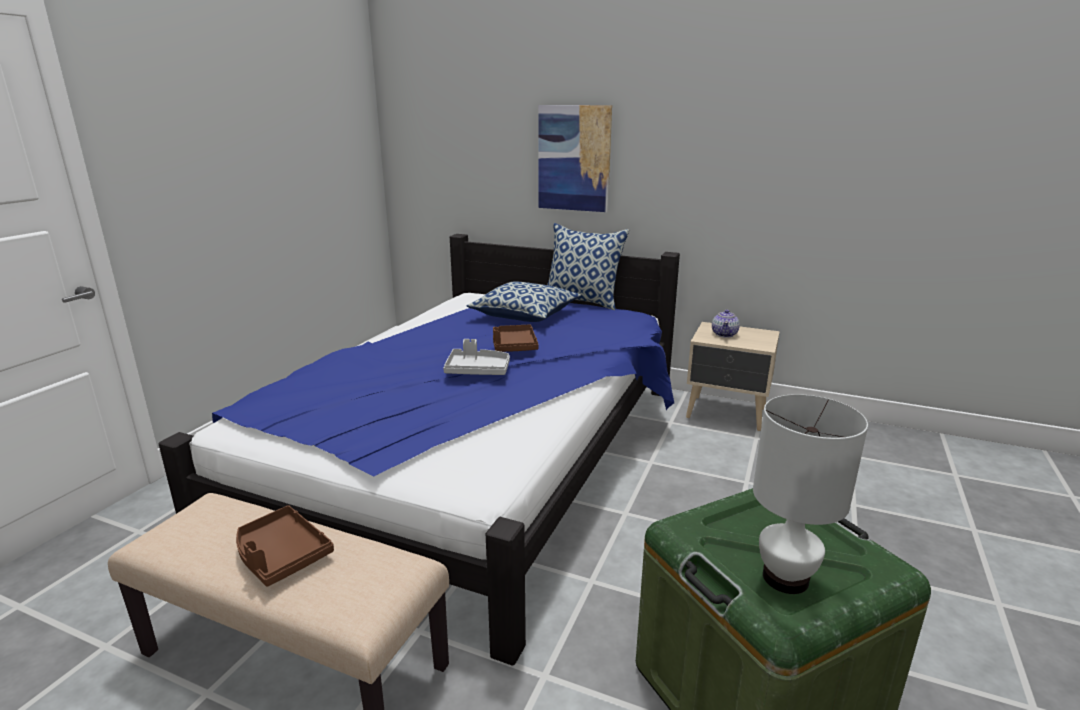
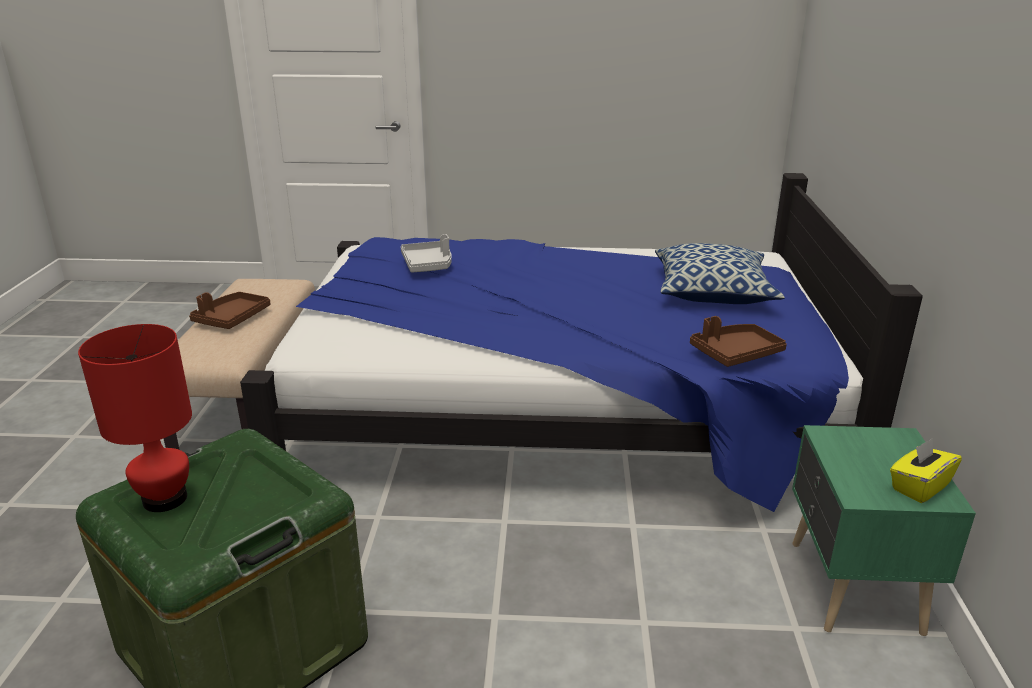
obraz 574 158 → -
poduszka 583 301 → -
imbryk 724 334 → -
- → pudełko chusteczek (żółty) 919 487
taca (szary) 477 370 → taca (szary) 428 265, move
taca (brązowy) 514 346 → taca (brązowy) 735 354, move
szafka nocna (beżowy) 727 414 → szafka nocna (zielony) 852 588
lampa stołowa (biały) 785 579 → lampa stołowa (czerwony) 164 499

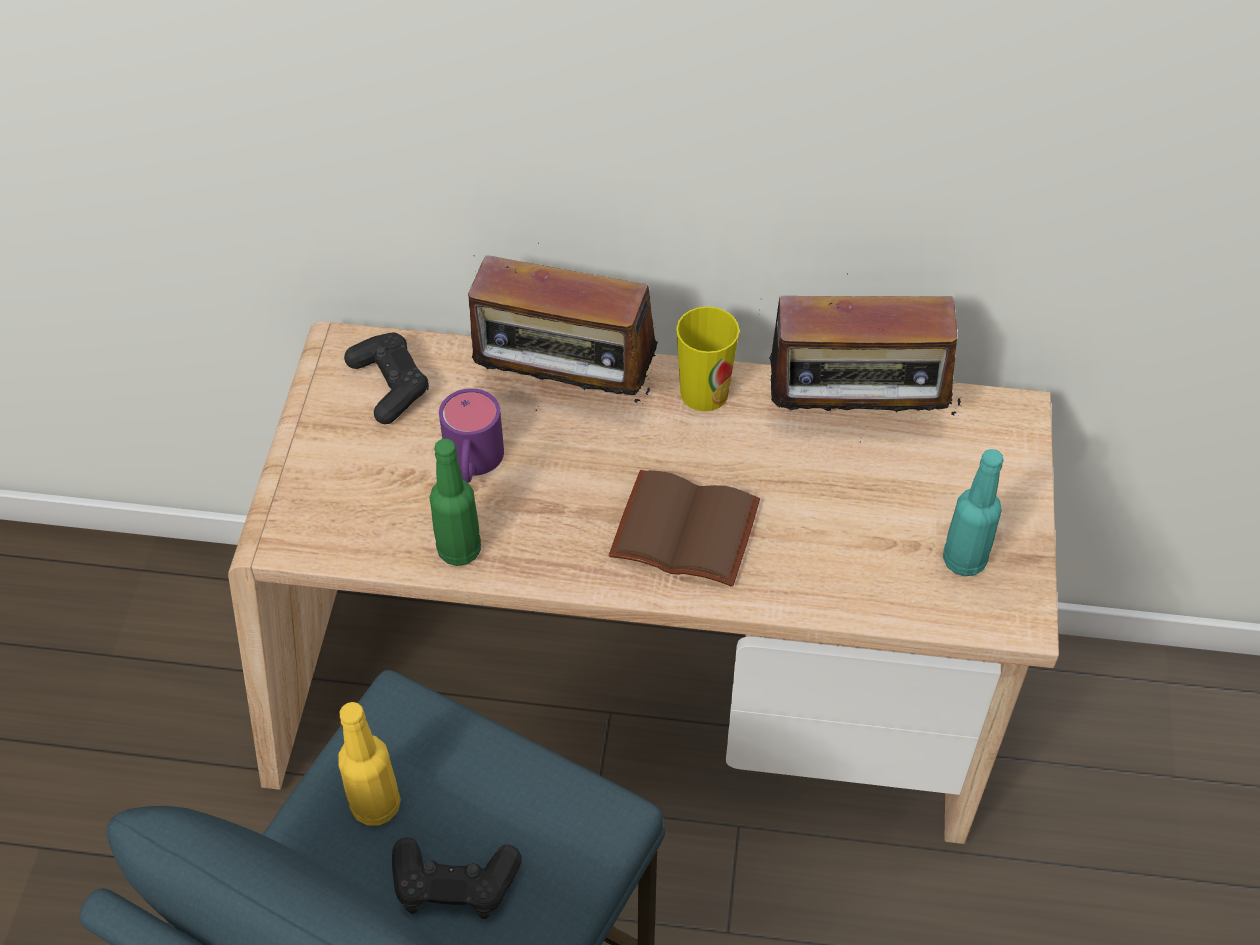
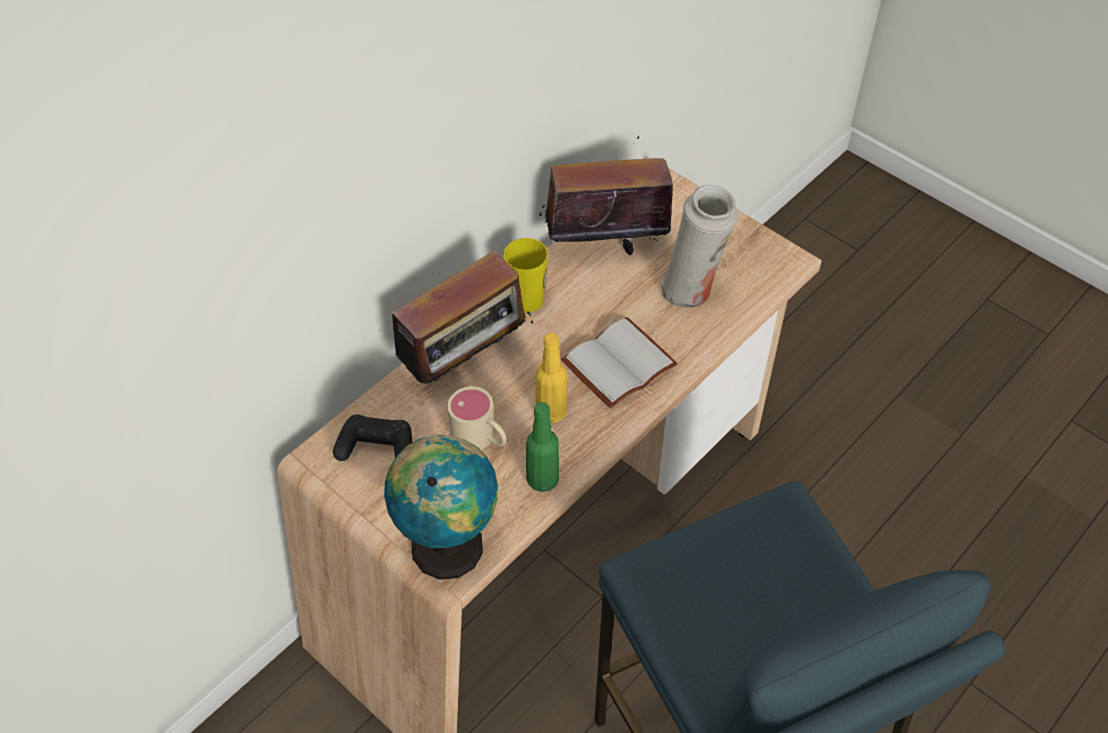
pad do gier (czarny) 454 884 → -
butelka (turkusowy) 964 560 → -
- → globus 447 542
- → wazon (biały) 692 291
butelka (żółty) 376 806 → butelka (żółty) 551 412, move
kubek (fioletowy) 472 464 → kubek (beżowy) 481 438
książka (brązowy) 688 528 → książka (biały) 618 361
radio 855 418 → radio 605 246, 135 degrees counterclockwise

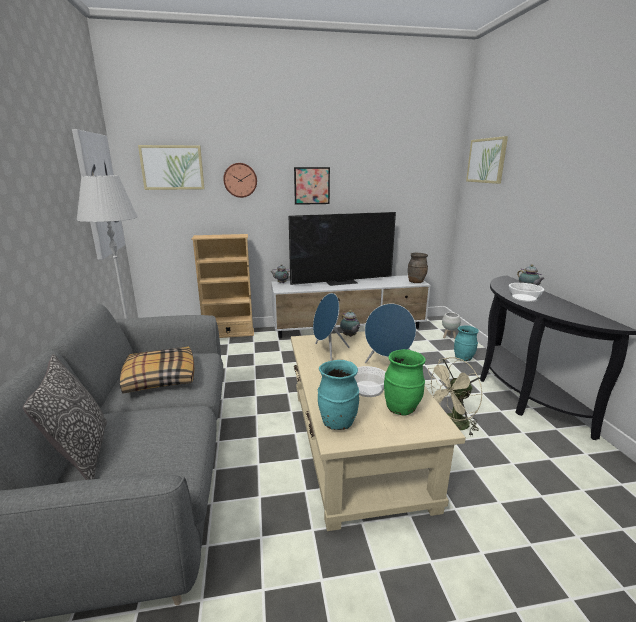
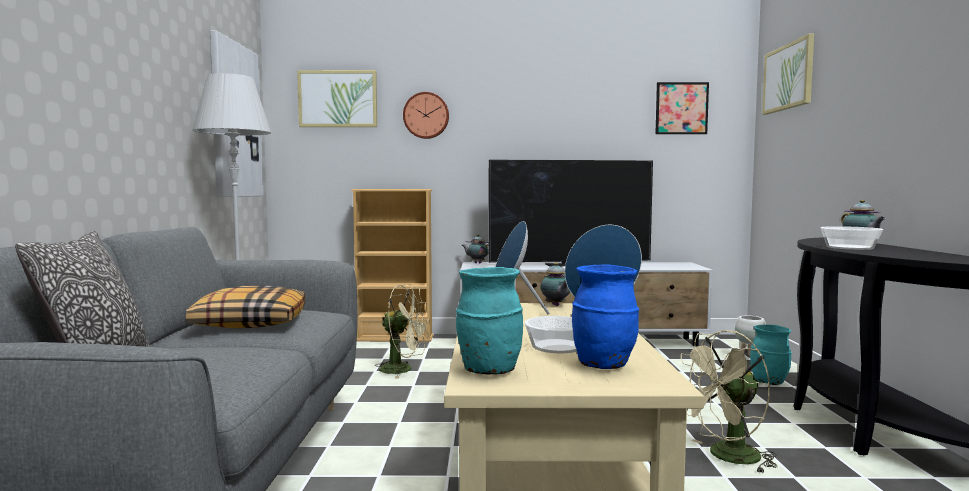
wazon (brązowy) 416 282 → -
- → wentylator (beżowy) 403 370
obraz 312 185 → obraz 681 108, move
wazon (zielony) 401 408 → wazon (niebieski) 604 365

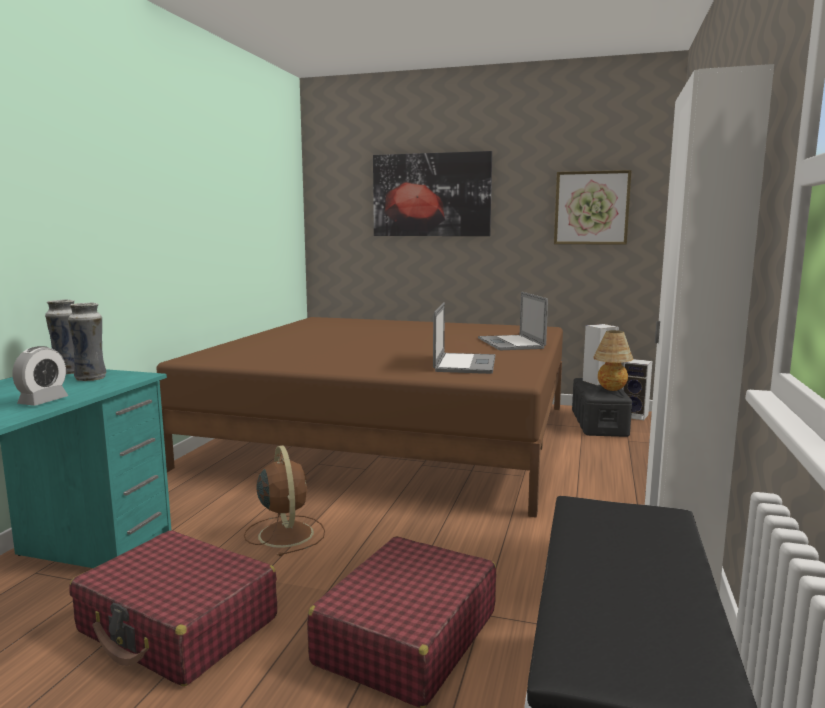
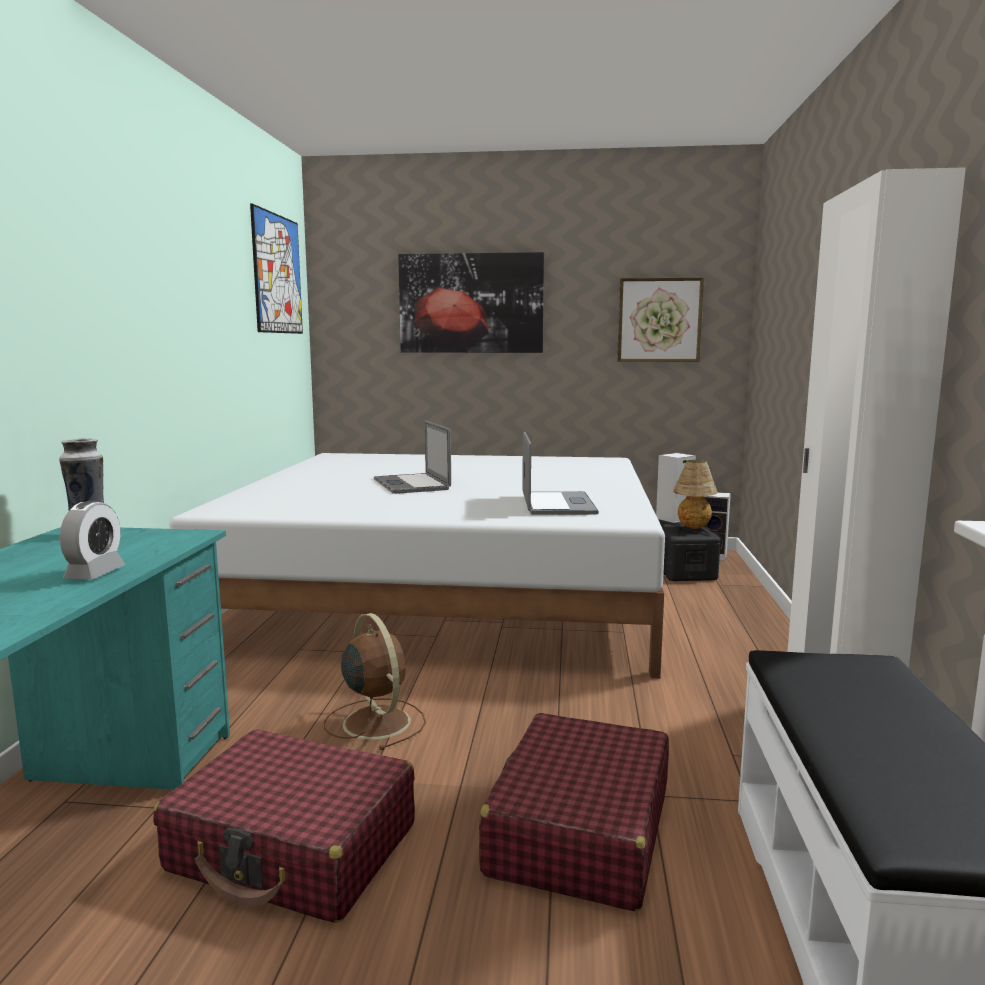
wazon 91 378 → -
- → obraz 277 274
laptop 510 343 → laptop 411 484, move
łóżko (brązowy) 391 434 → łóżko (biały) 448 592

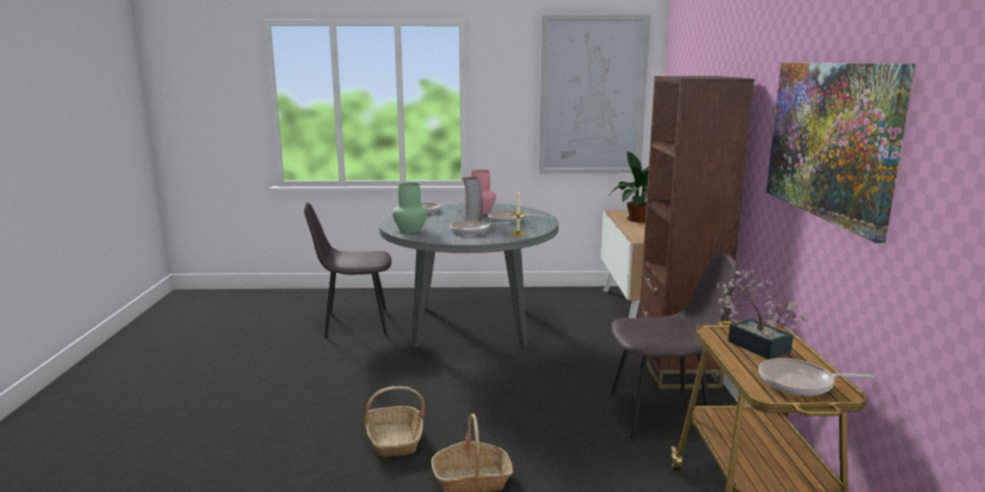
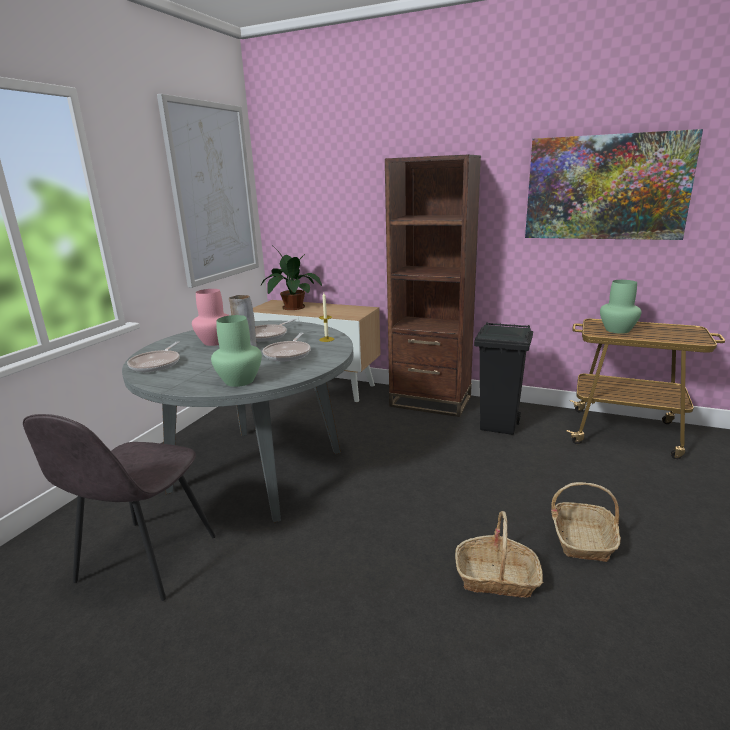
patelnia 800 383 → -
krzesło (szary) 662 414 → kosz na śmieci (czarny) 499 426
roślina doniczkowa 753 344 → wazon (zielony) 617 330

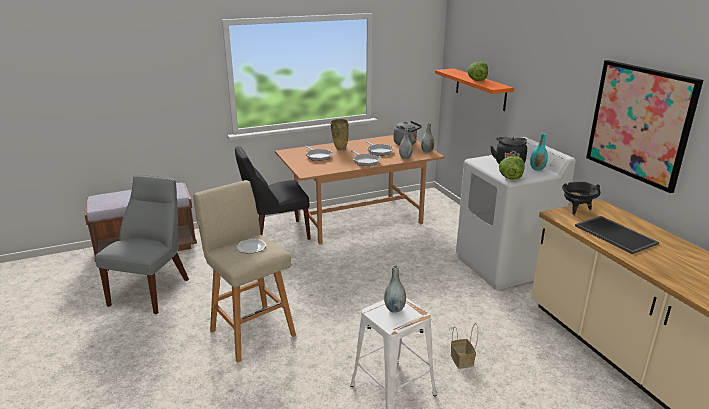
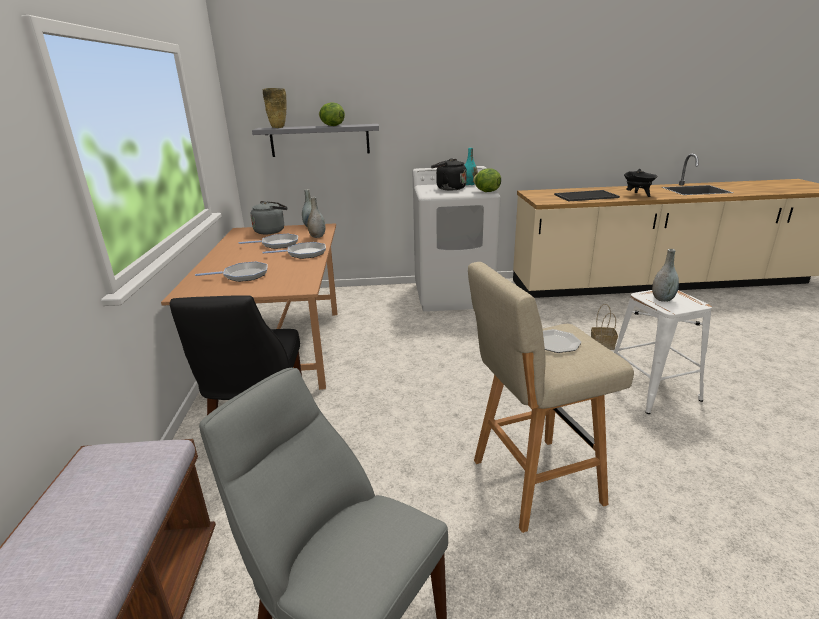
obraz 639 123 → -
wazon (beżowy) 339 148 → wazon (beżowy) 278 127, move
garnek (czarny) 576 209 → garnek (czarny) 637 195, move
półka (pomarańczowy) 480 89 → półka (szary) 320 140

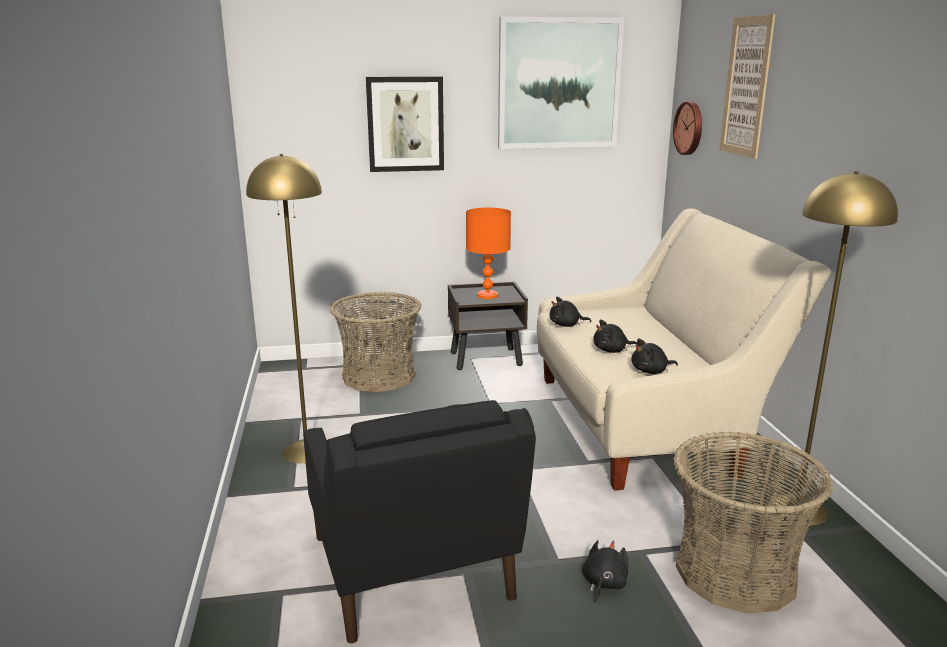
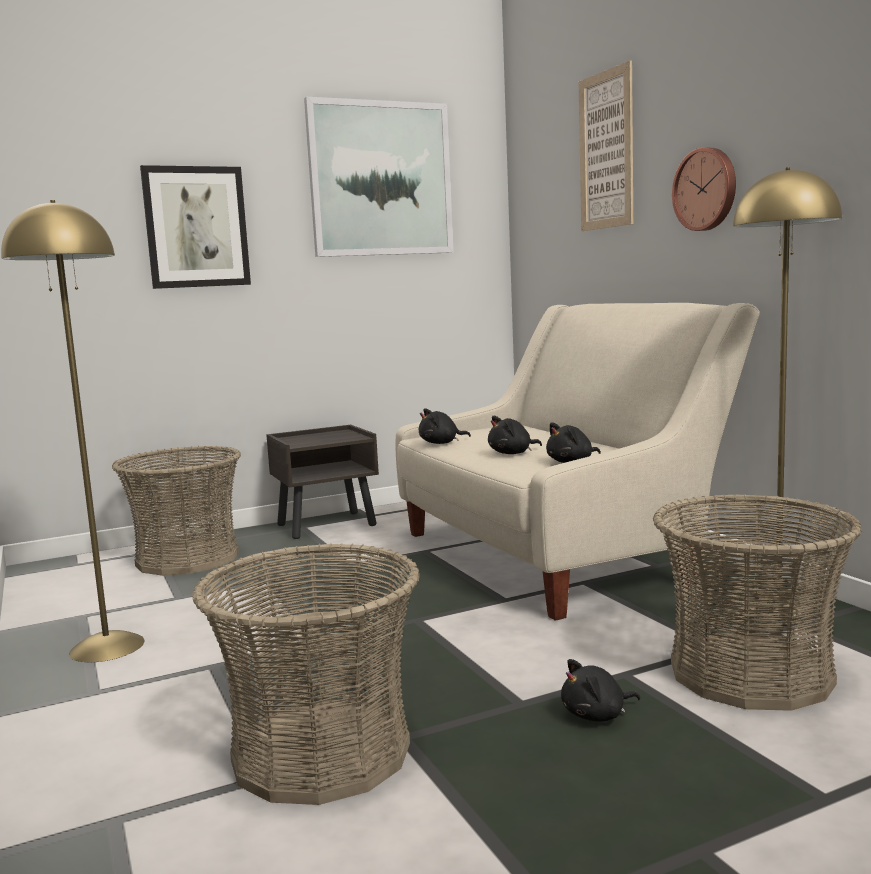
lampa stołowa (pomarańczowy) 488 295 → -
zegar ścienny 690 128 → zegar ścienny 706 189, move
fotel (czarny) 411 571 → koszyk 321 752
pluszak (czarny) 603 584 → pluszak (czarny) 597 715, 120 degrees counterclockwise

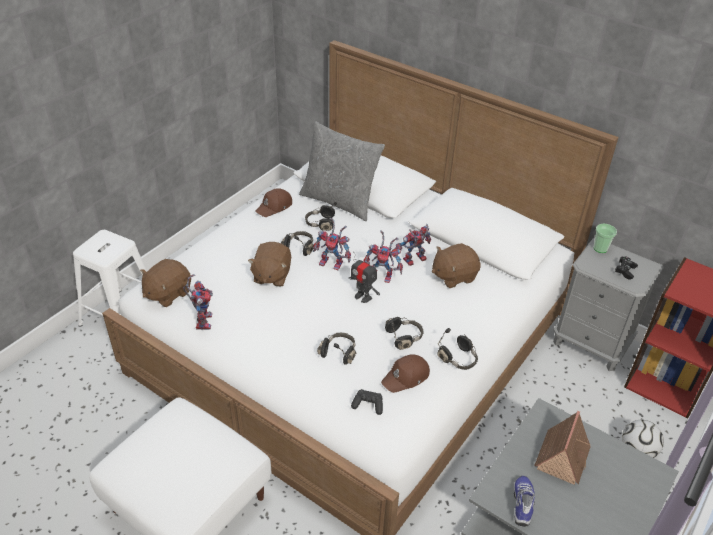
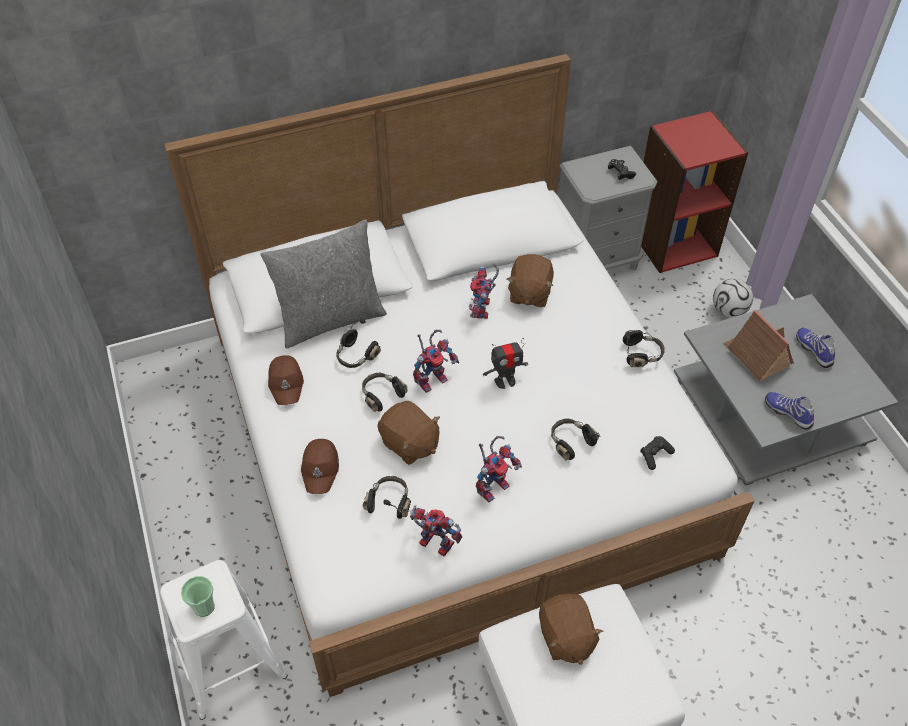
- → but 814 350
pluszak (brązowy) 167 293 → pluszak (brązowy) 565 637, move
robot zabawkowy 383 276 → robot zabawkowy 493 485, move
czapka z daszkiem (brązowy) 406 377 → czapka z daszkiem (brązowy) 321 468, move
słuchawki (czarny) 404 337 → słuchawki (czarny) 389 502, move
filiżanka 600 248 → filiżanka 204 607, move

